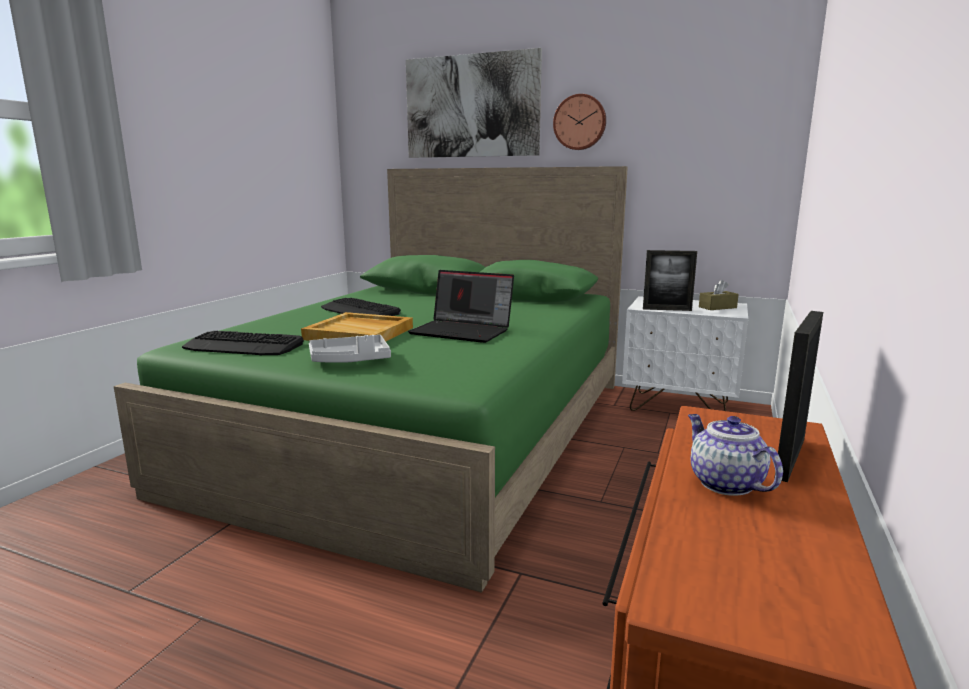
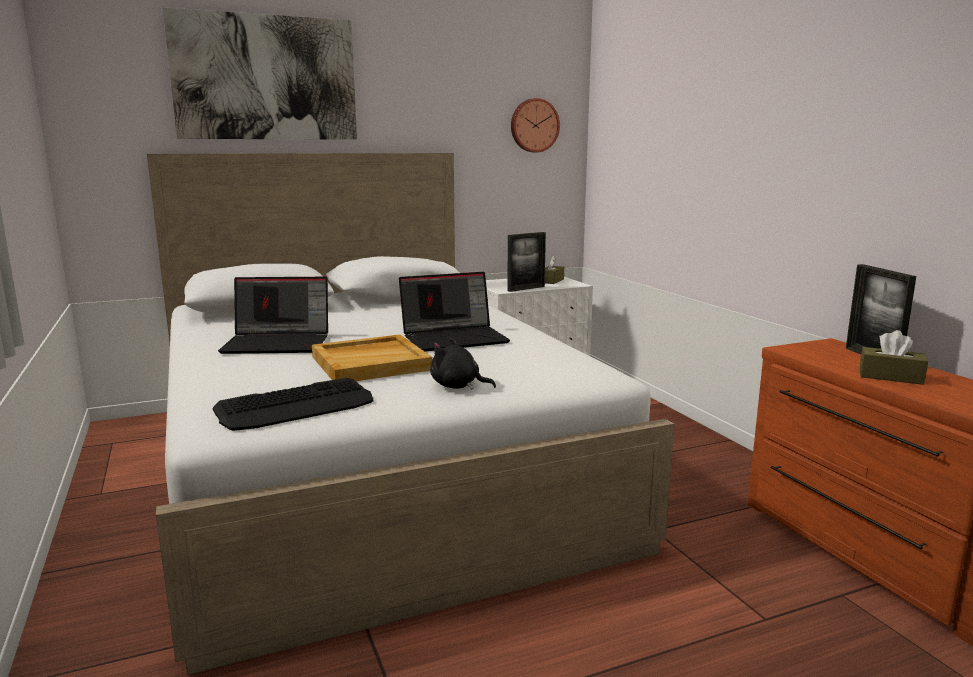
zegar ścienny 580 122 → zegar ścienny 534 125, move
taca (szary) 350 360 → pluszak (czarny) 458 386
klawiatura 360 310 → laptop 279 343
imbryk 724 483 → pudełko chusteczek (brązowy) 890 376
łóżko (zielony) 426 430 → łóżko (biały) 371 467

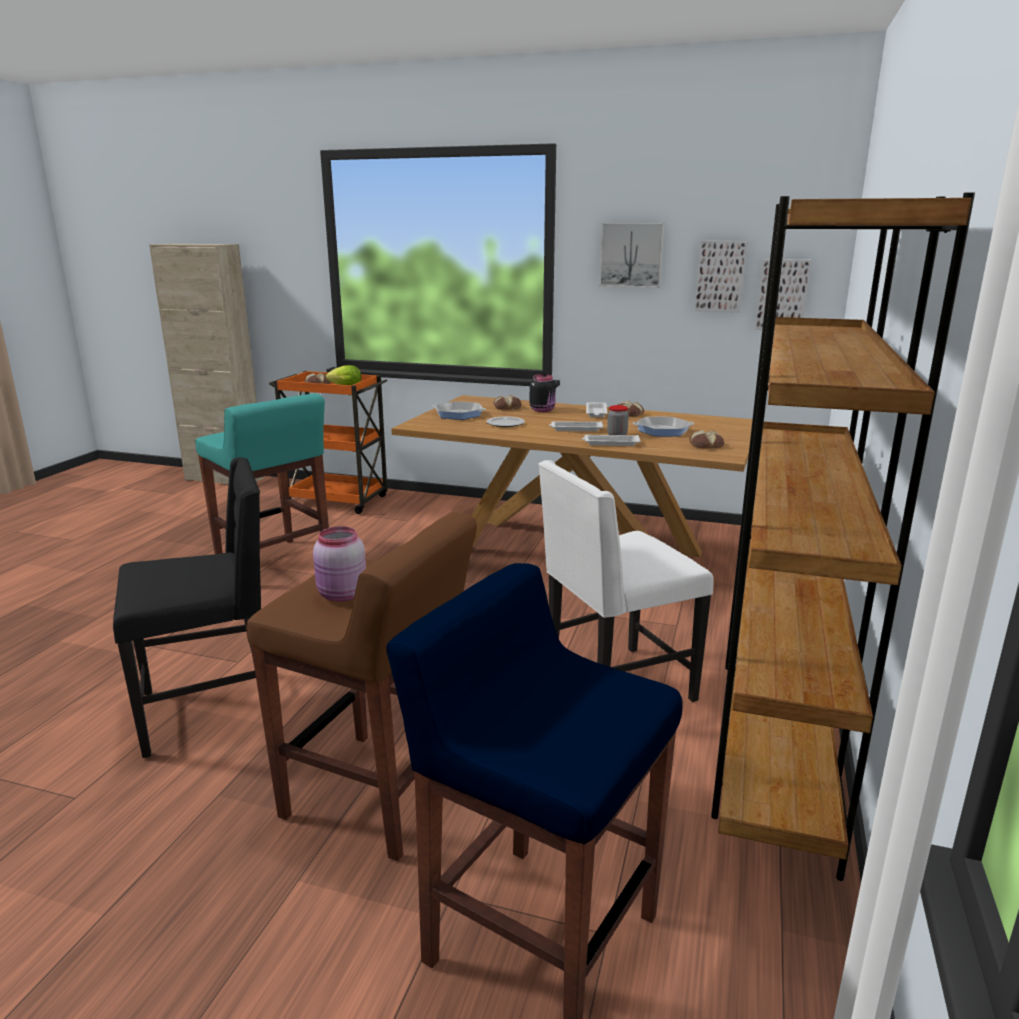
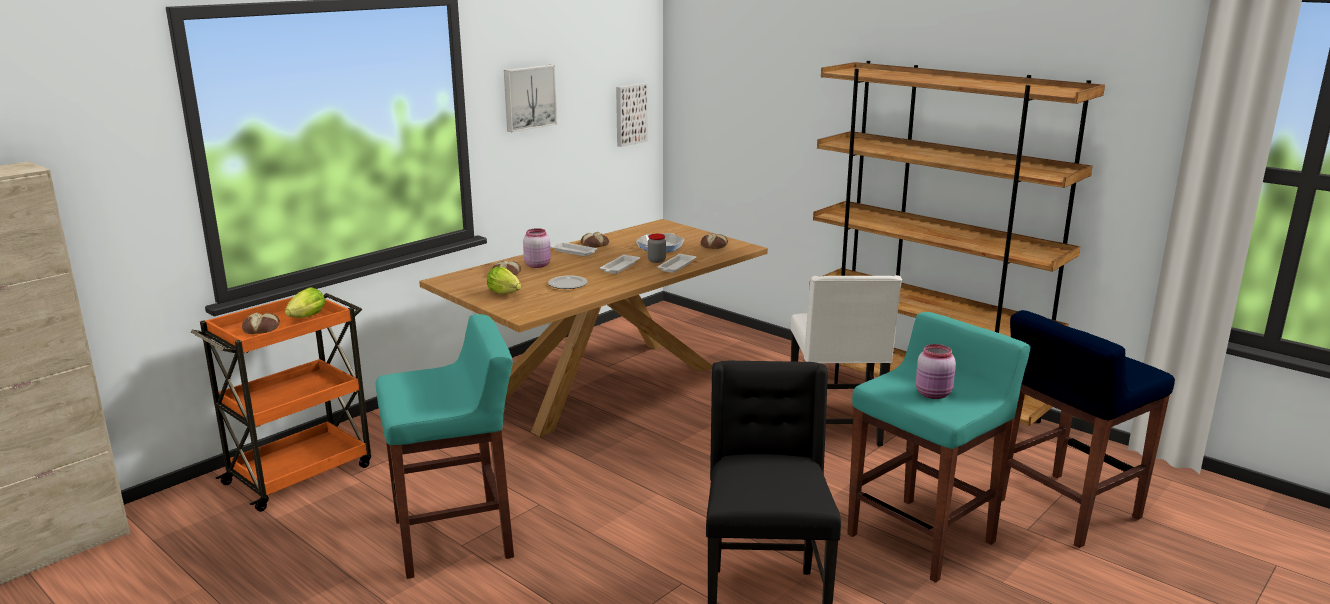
obraz 720 276 → -
patelnia 458 414 → sałata 506 294
stołek (brązowy) 380 794 → stołek (turkusowy) 923 538
słoik (czarny) 543 410 → słoik (różowy) 538 265

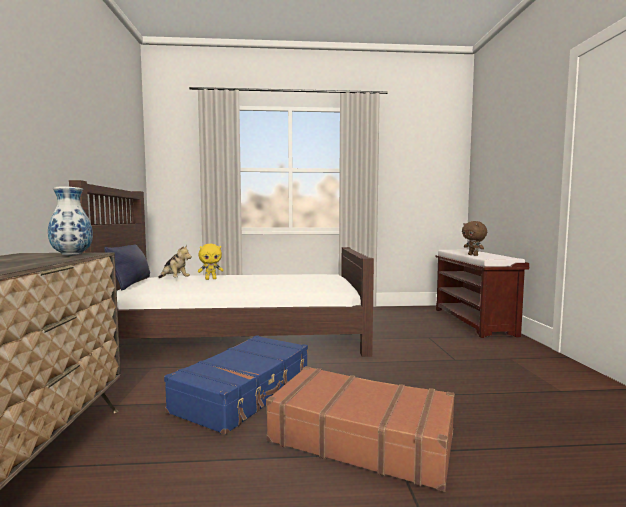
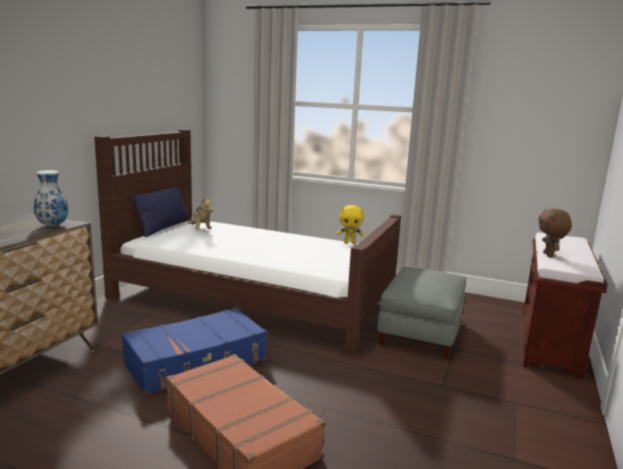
- → pufa (szary) 420 332
pluszak (żółty) 211 279 → pluszak (żółty) 349 243, move

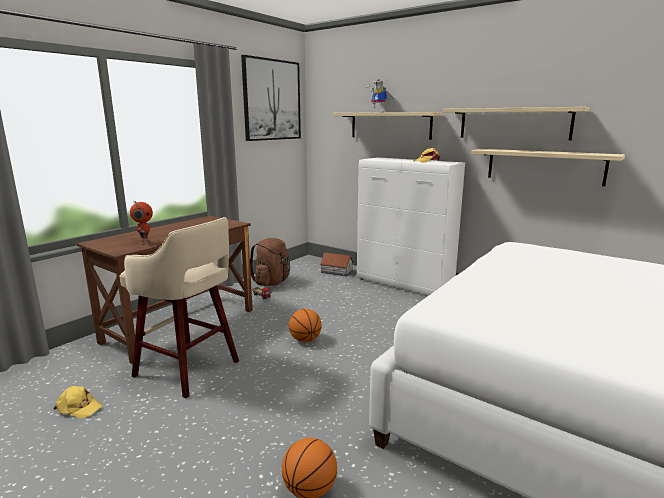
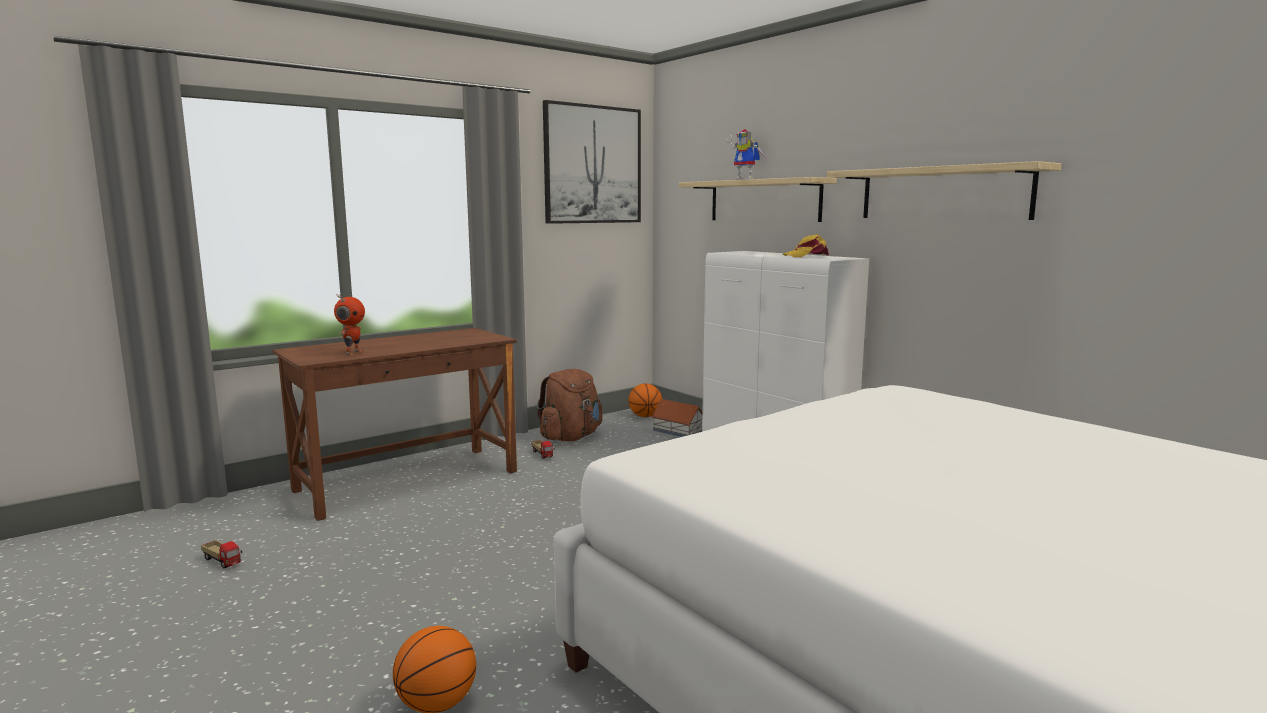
stołek (beżowy) 189 369 → -
półka 544 166 → -
piłka do koszykówki 305 340 → piłka do koszykówki 645 416, move
czapka z daszkiem (żółty) 78 407 → ciężarówka zabawkowa 223 561

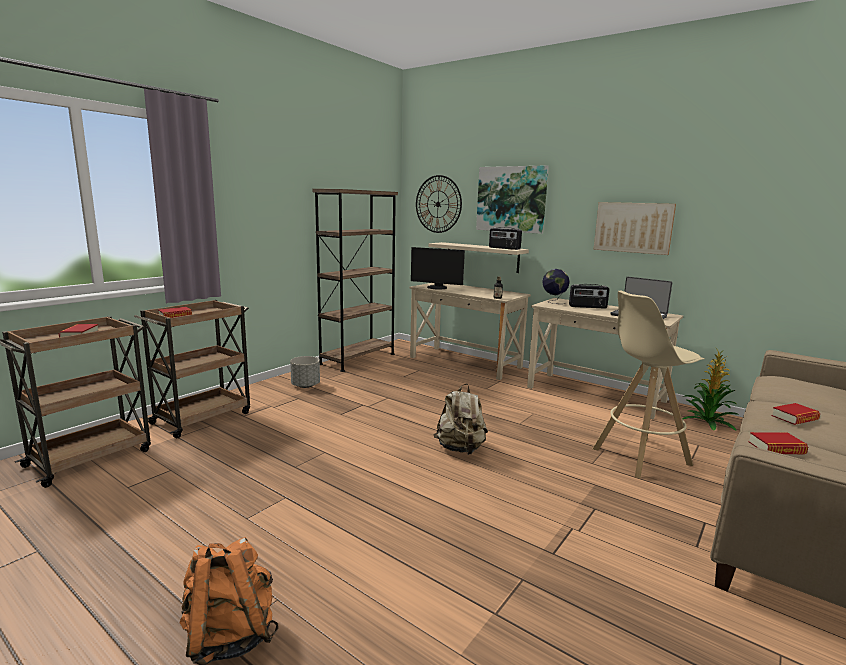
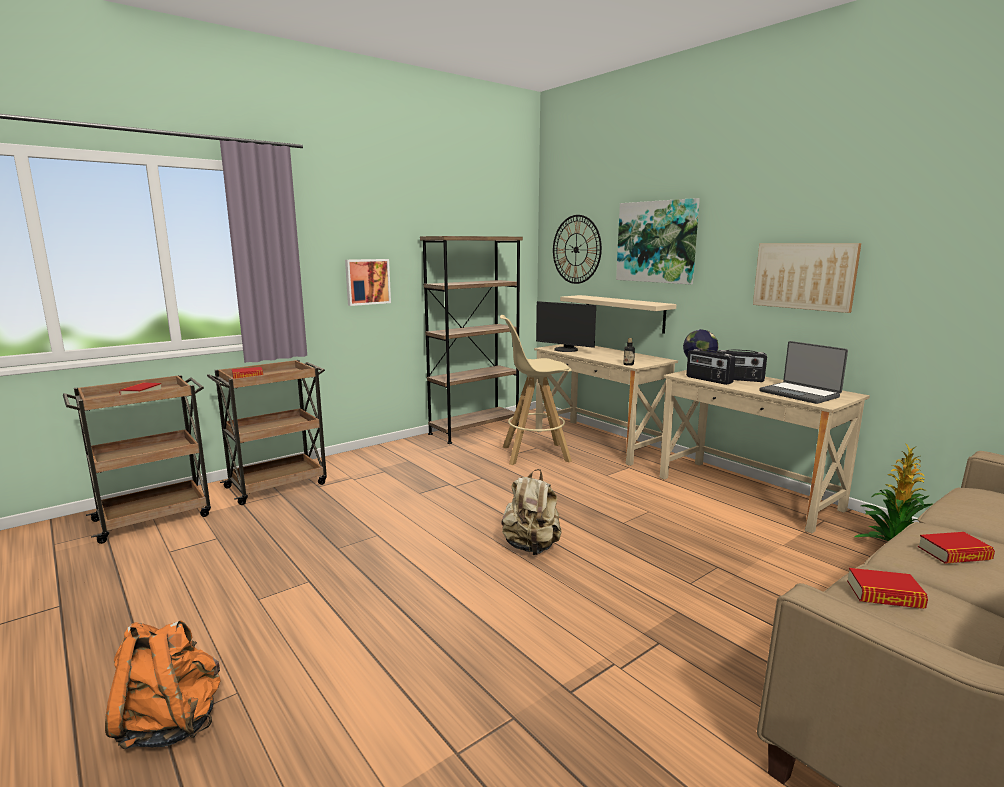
donica (szary) 305 385 → -
- → obraz 367 281
radio 504 248 → radio 708 380, move
stołek (beżowy) 640 456 → stołek (beżowy) 534 454, move

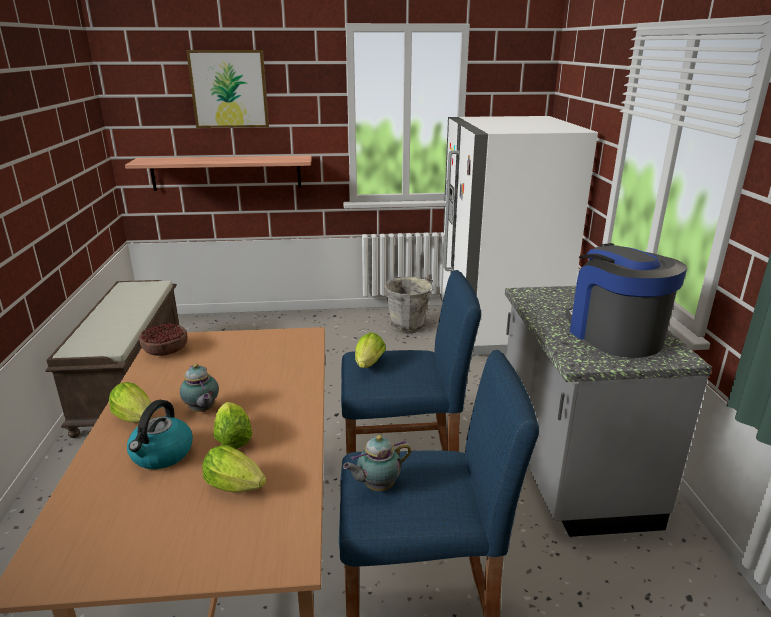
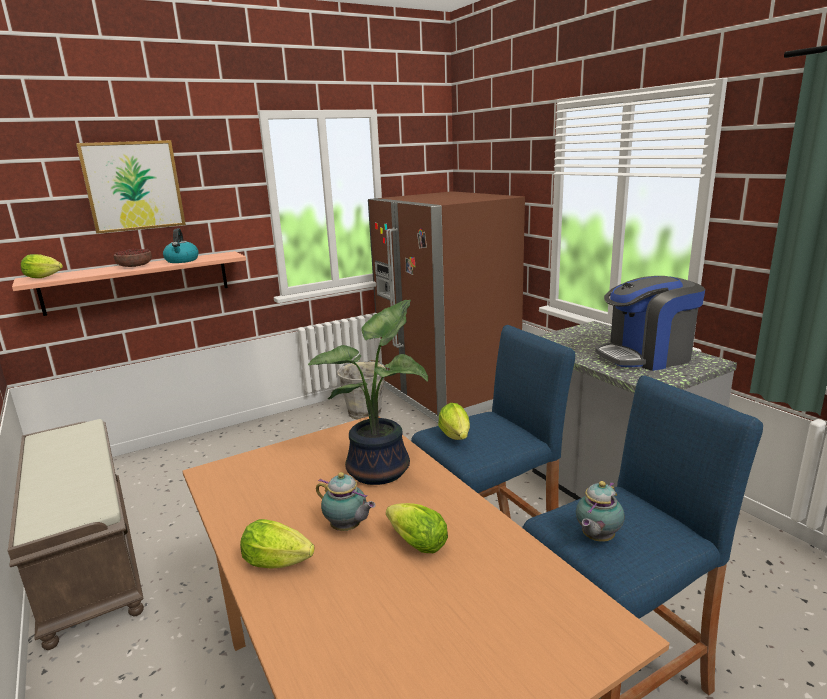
- → roślina doniczkowa 382 470
czajnik 162 454 → czajnik 182 260, move
miska 165 350 → miska 134 266, move
sałata 238 487 → sałata 45 277, move
lodówka (biały) 497 327 → lodówka (brązowy) 447 393
ekspres do kawy 614 335 → ekspres do kawy 646 356, 60 degrees counterclockwise

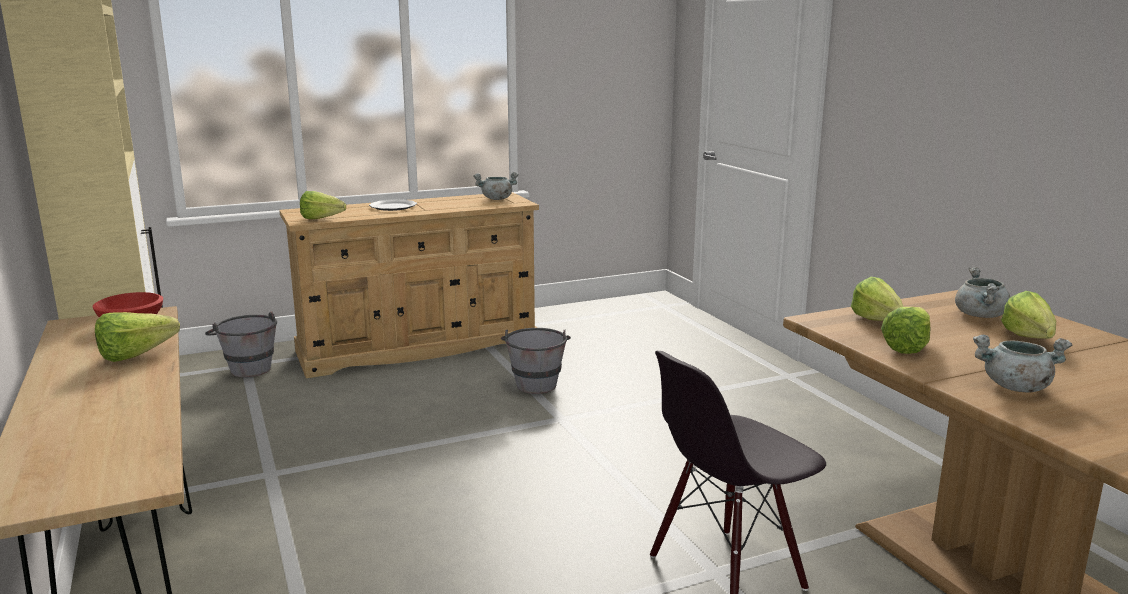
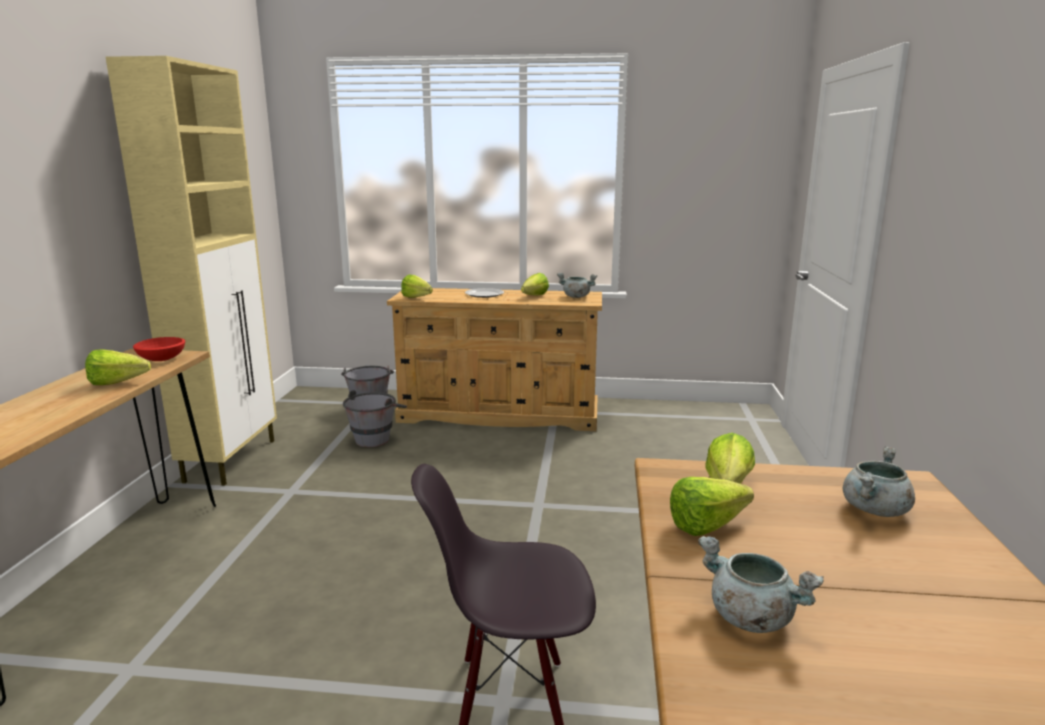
wiadro (szary) 536 382 → wiadro (szary) 377 437, move
sałata 1030 340 → sałata 532 297, move

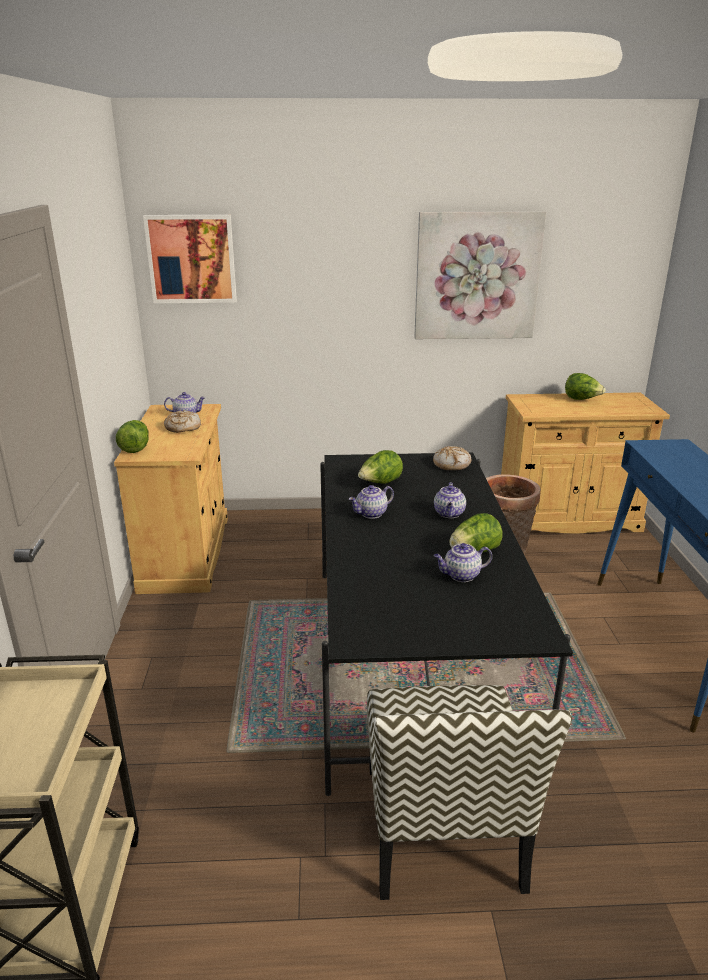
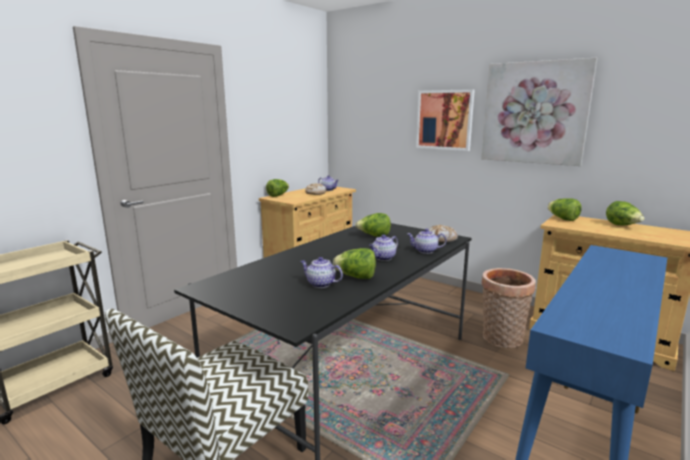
- → sałata 562 219
obraz 191 259 → obraz 444 120, move
imbryk 371 514 → imbryk 425 251, move

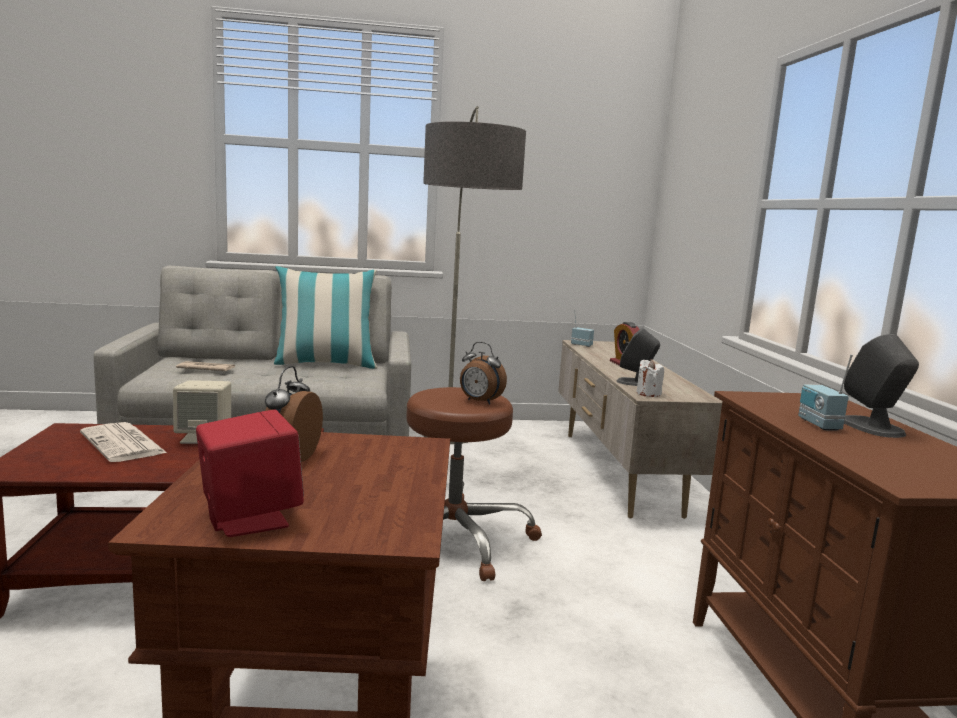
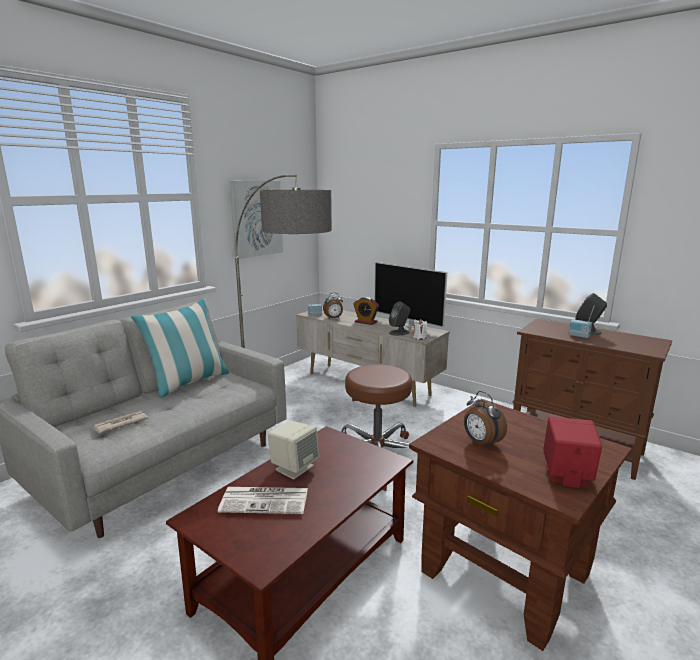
- → obraz 256 218
- → telewizor 409 325
budzik 479 402 → budzik 333 318, move

